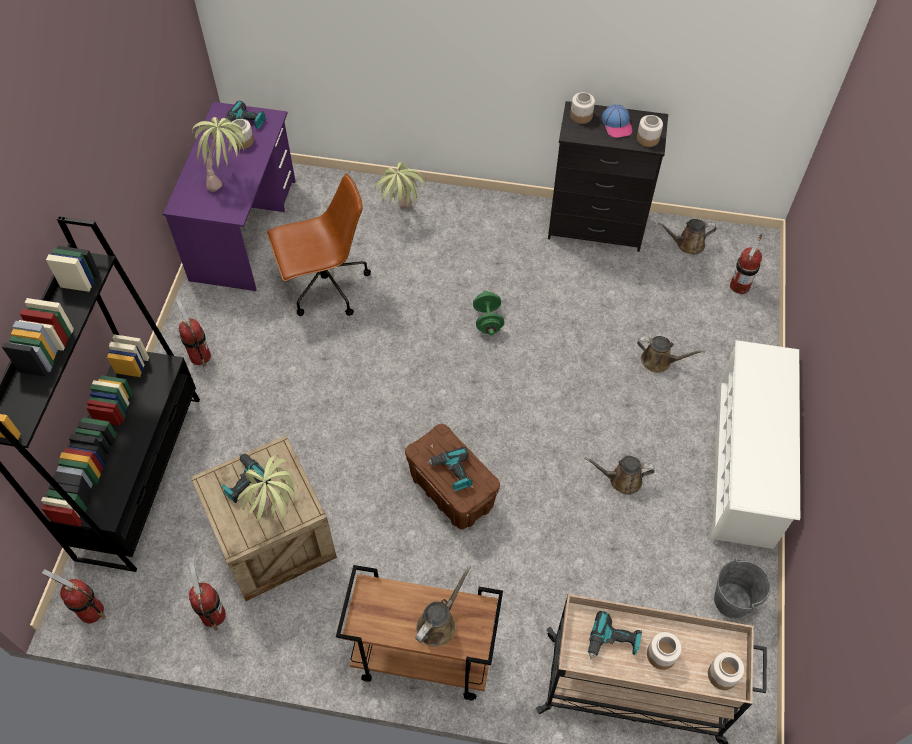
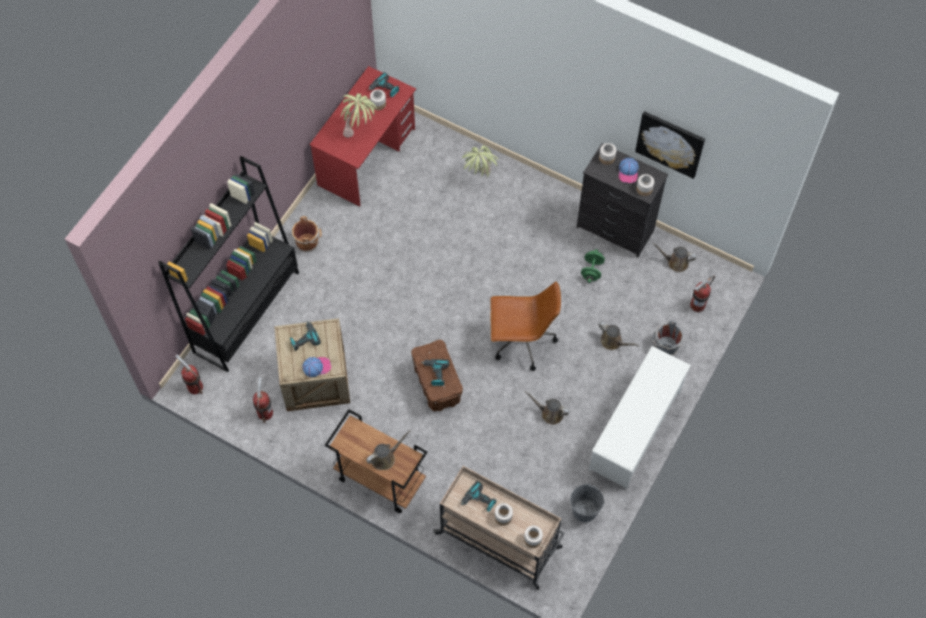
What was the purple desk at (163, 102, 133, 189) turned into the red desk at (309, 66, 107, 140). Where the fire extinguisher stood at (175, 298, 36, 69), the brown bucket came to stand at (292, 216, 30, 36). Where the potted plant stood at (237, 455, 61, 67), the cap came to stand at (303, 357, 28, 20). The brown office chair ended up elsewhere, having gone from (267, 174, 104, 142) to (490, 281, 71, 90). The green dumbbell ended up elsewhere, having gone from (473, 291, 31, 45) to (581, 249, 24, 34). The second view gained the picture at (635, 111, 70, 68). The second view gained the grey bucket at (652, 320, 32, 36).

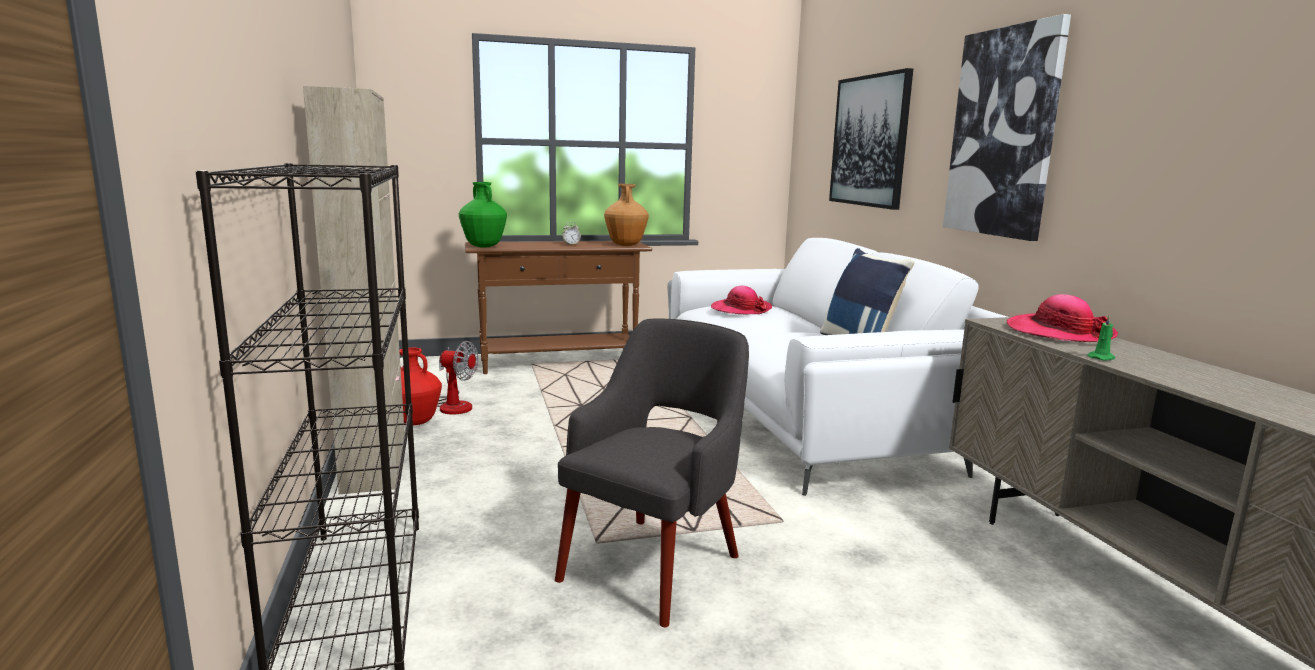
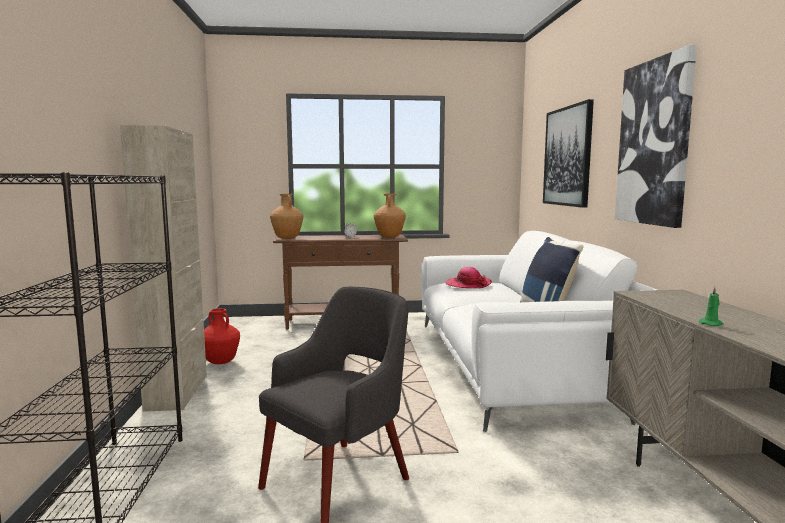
The second view lost the fan at (437, 341, 41, 74). What was the green vase at (459, 182, 48, 66) turned into the brown vase at (270, 194, 33, 45). The second view lost the hat at (1007, 294, 111, 48).

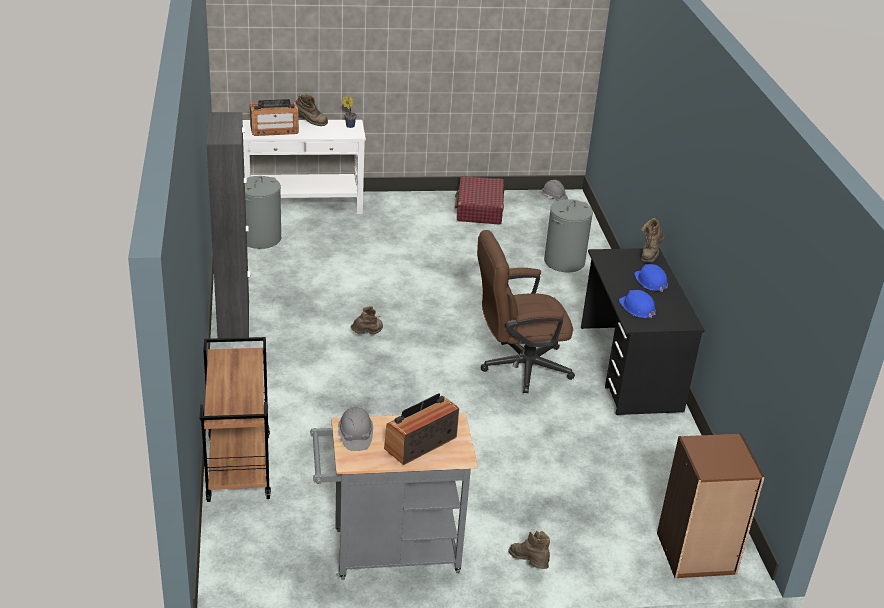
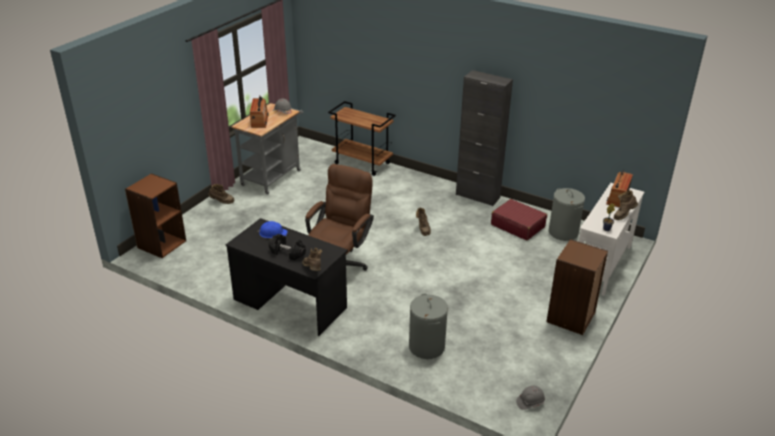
The red suitcase ended up elsewhere, having gone from (455, 176, 49, 48) to (491, 199, 56, 41). Where the blue hard hat stood at (634, 264, 34, 28), the black dumbbell came to stand at (269, 234, 37, 26). The second view gained the brown bookcase at (546, 239, 62, 96).

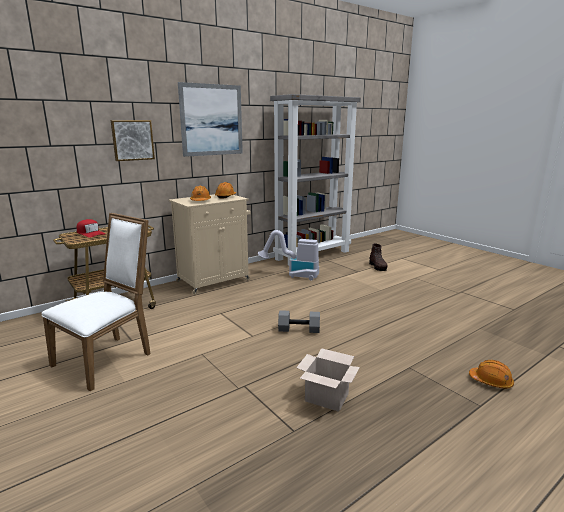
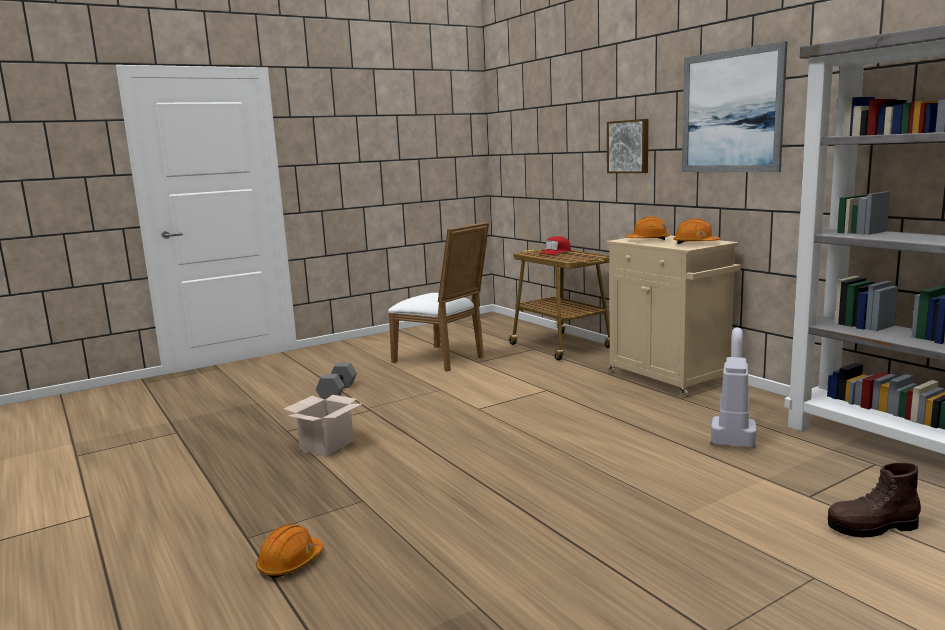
The grey dumbbell ended up elsewhere, having gone from (278, 310, 42, 23) to (316, 362, 41, 38).

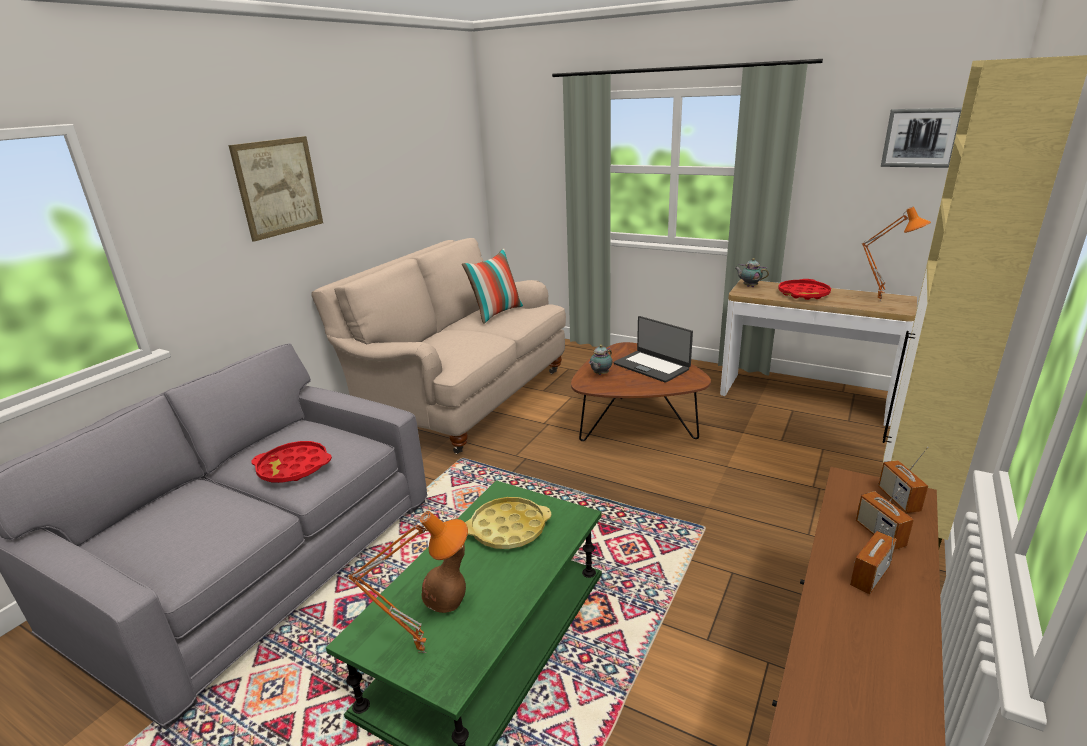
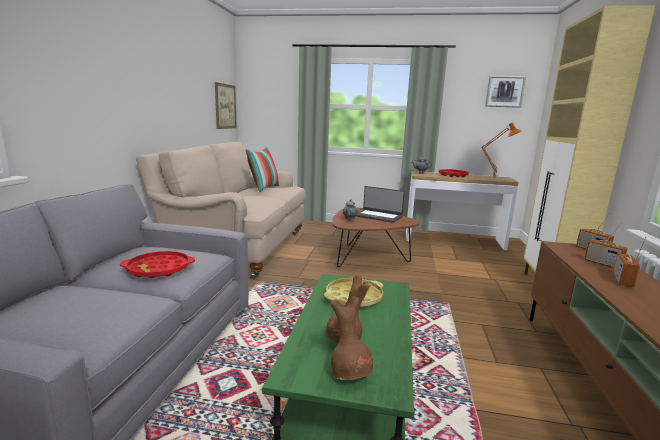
The picture ended up elsewhere, having gone from (229, 136, 94, 106) to (215, 82, 22, 47). Where the orange table lamp stood at (347, 511, 121, 142), the brown vase came to stand at (330, 296, 43, 84).

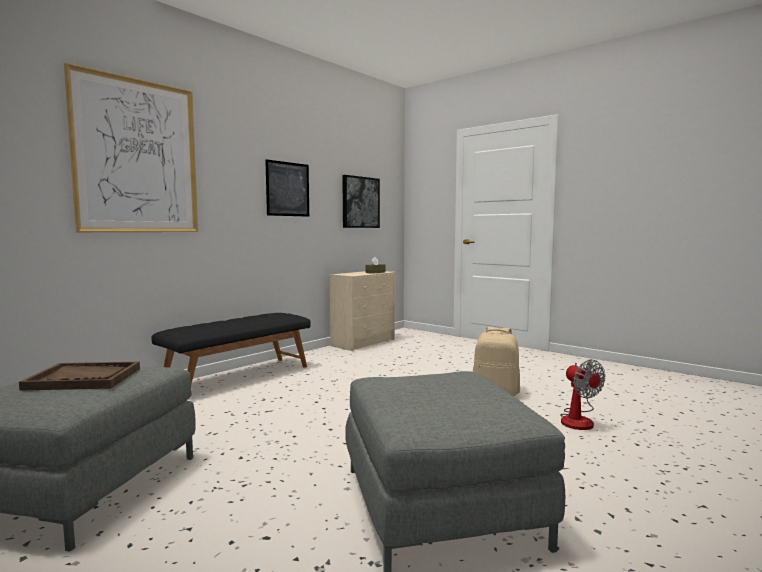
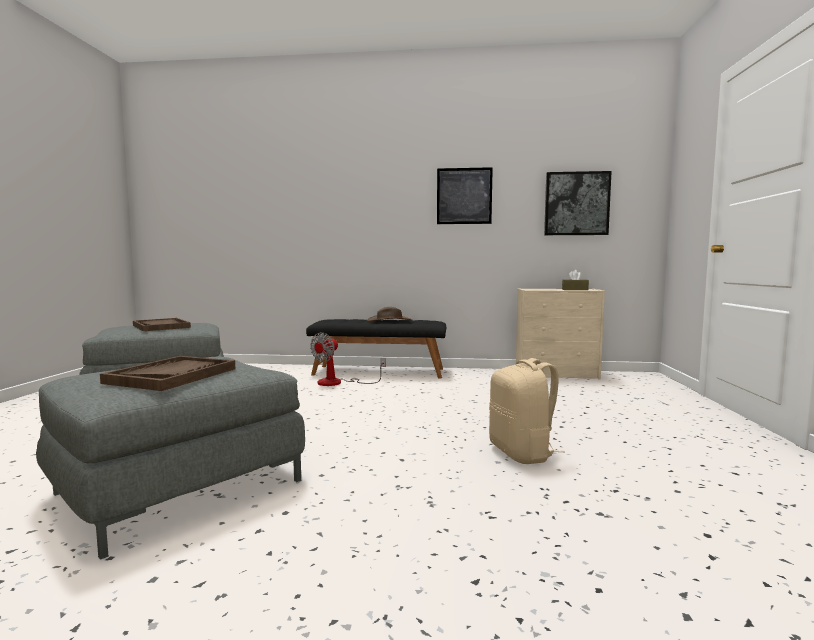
The second view lost the picture at (64, 63, 134, 169). The fan ended up elsewhere, having gone from (560, 359, 46, 71) to (310, 332, 76, 54). The second view gained the brown tray at (100, 356, 135, 35). The second view gained the brown hat at (367, 307, 45, 14).

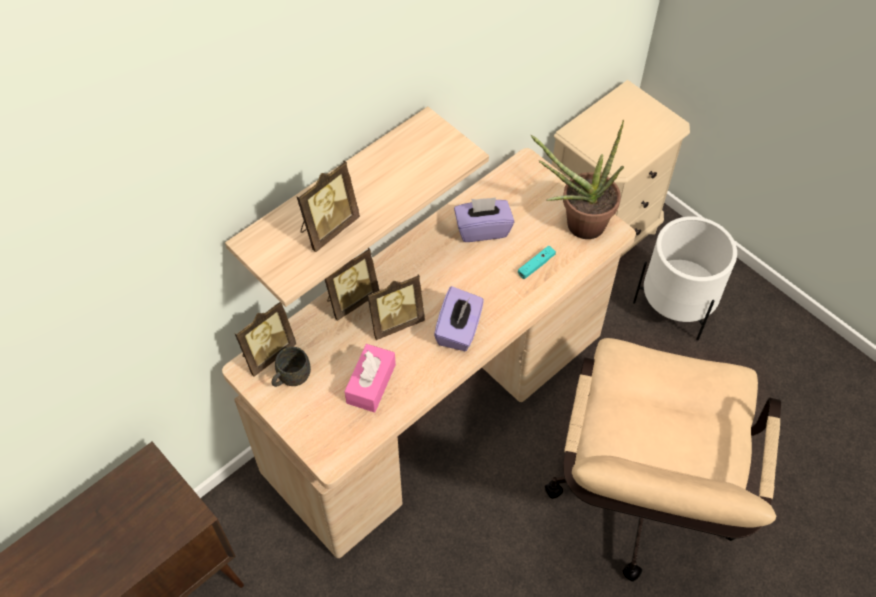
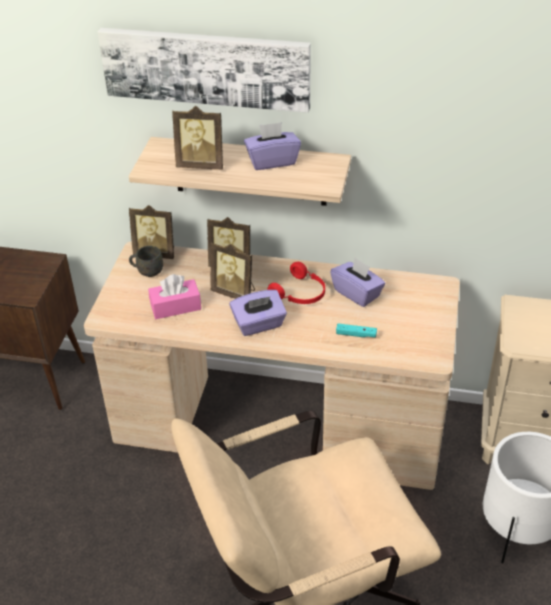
The second view lost the potted plant at (531, 120, 93, 119). The second view gained the picture at (98, 28, 213, 85). The second view gained the purple tissue box at (244, 122, 57, 48). The second view gained the red headphones at (267, 262, 58, 42).

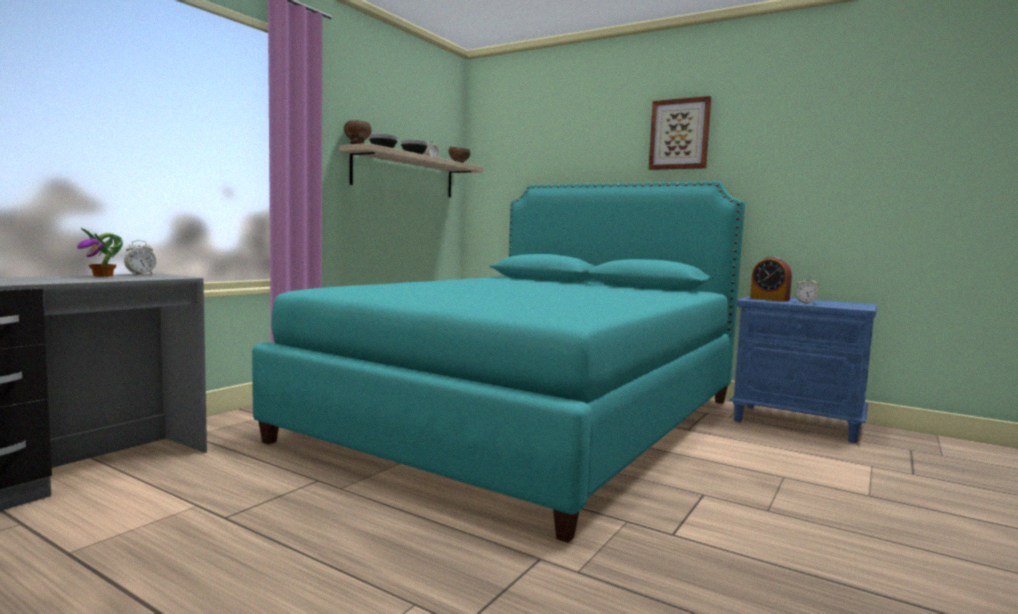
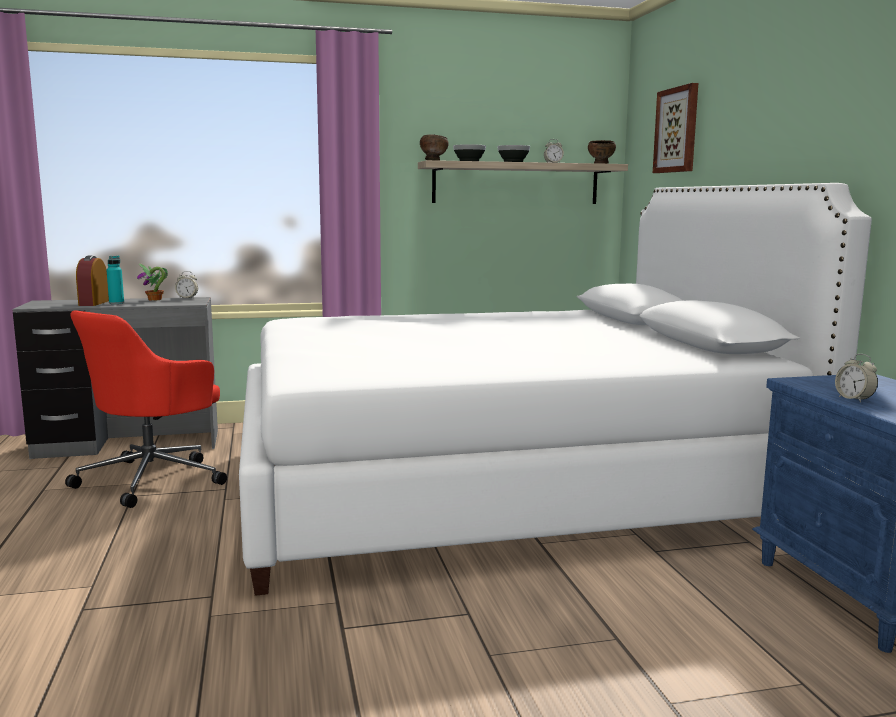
What was the turquoise bed at (252, 181, 493, 362) turned into the white bed at (239, 183, 633, 413). The picture ended up elsewhere, having gone from (649, 96, 62, 74) to (653, 83, 45, 90). The alarm clock ended up elsewhere, having gone from (750, 256, 42, 45) to (76, 256, 33, 50). The second view gained the red office chair at (65, 310, 162, 198). The second view gained the turquoise bottle at (106, 256, 18, 48).

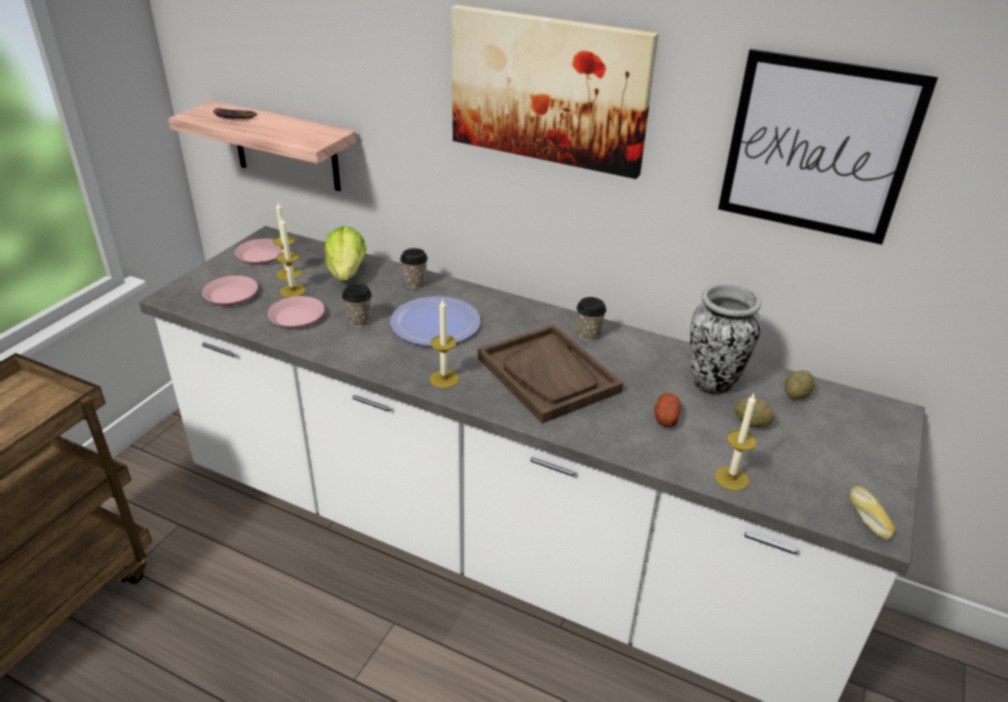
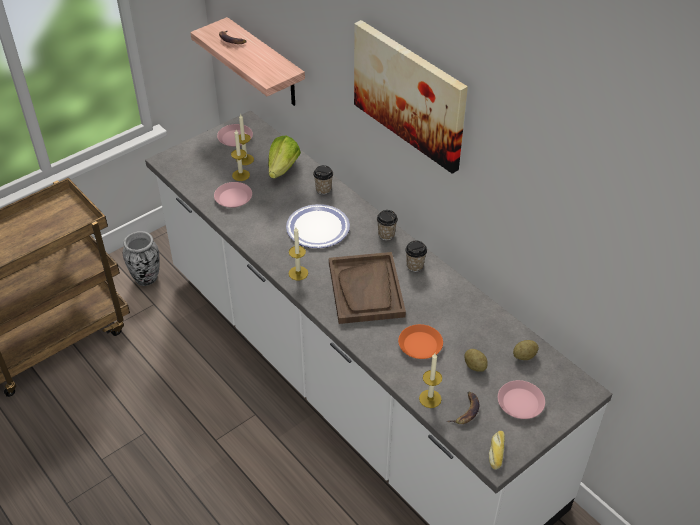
The pink plate ended up elsewhere, having gone from (202, 276, 56, 30) to (498, 380, 47, 39). The cup ended up elsewhere, having gone from (342, 284, 30, 43) to (377, 210, 21, 30). Where the potato stood at (654, 393, 27, 34), the orange plate came to stand at (398, 324, 45, 35). The vase ended up elsewhere, having gone from (690, 283, 72, 112) to (123, 231, 36, 55). The second view lost the picture at (718, 49, 220, 196). The second view gained the banana at (447, 392, 33, 32).

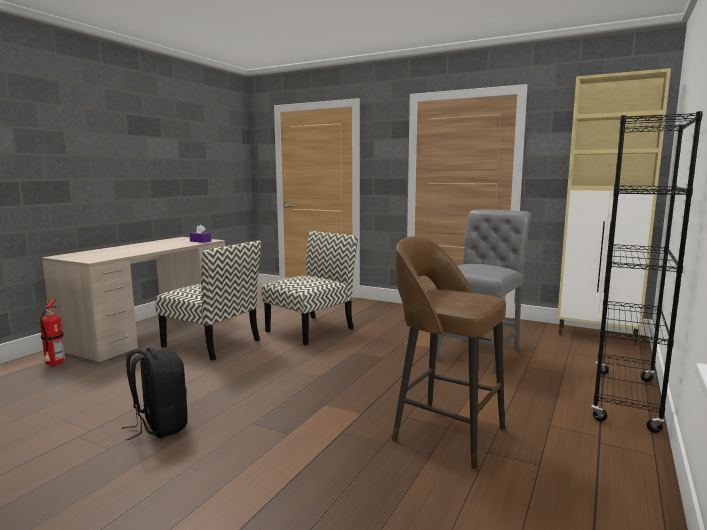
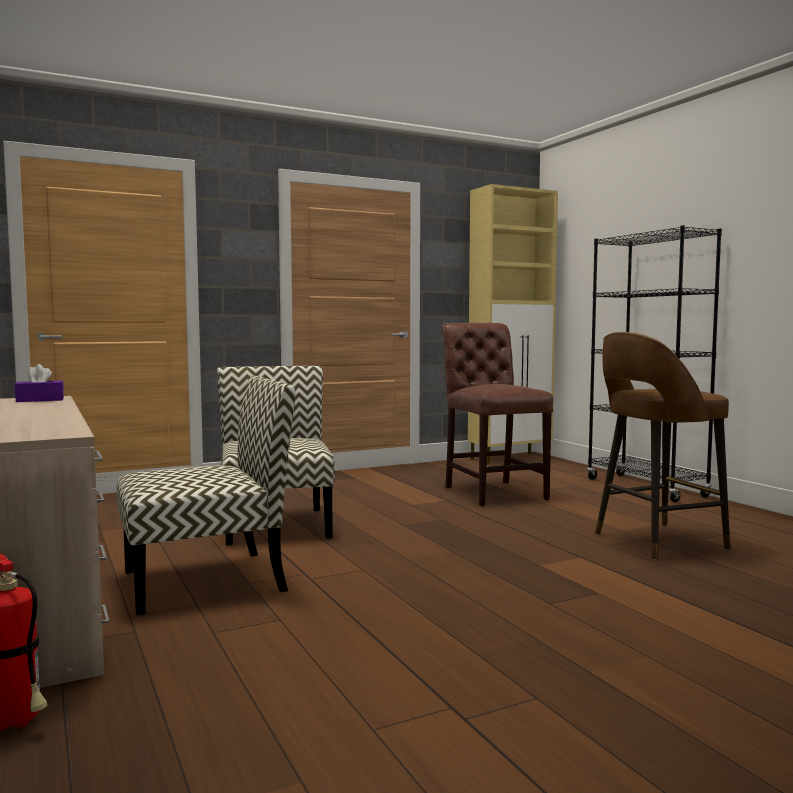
The second view lost the black backpack at (122, 348, 65, 93). What was the grey chair at (436, 209, 95, 165) turned into the brown chair at (441, 323, 112, 183).

